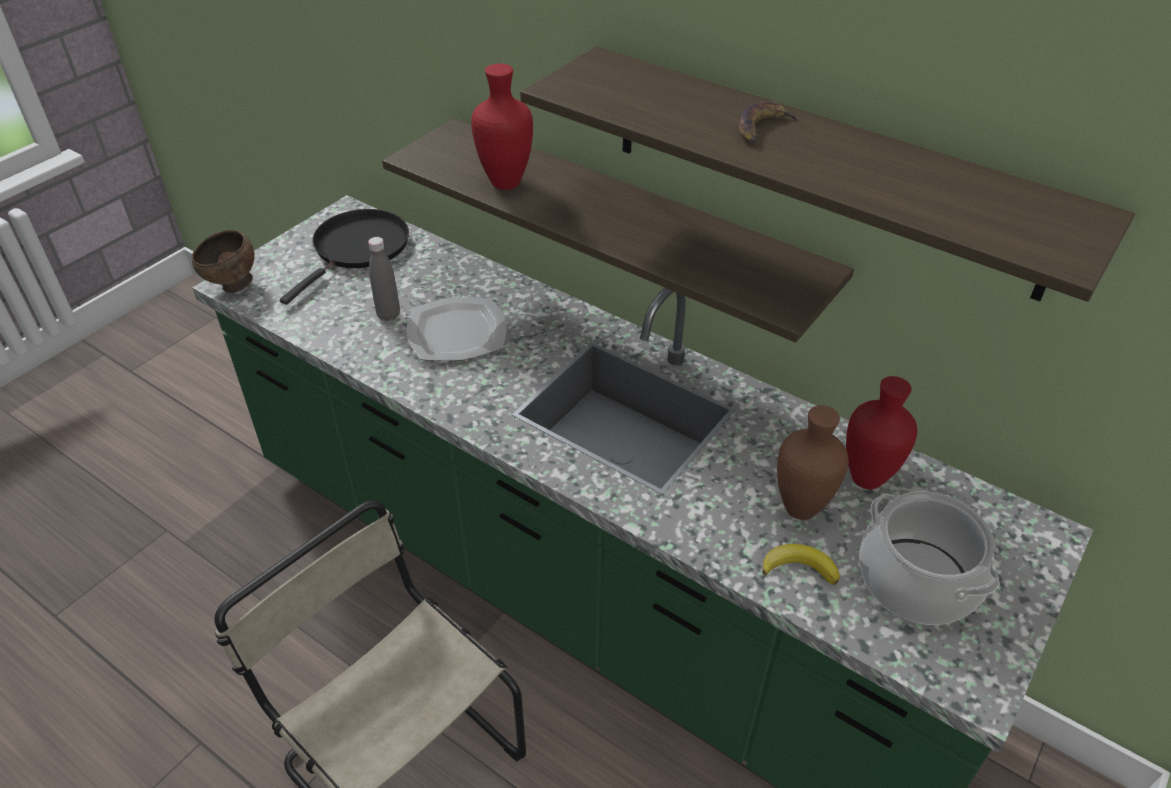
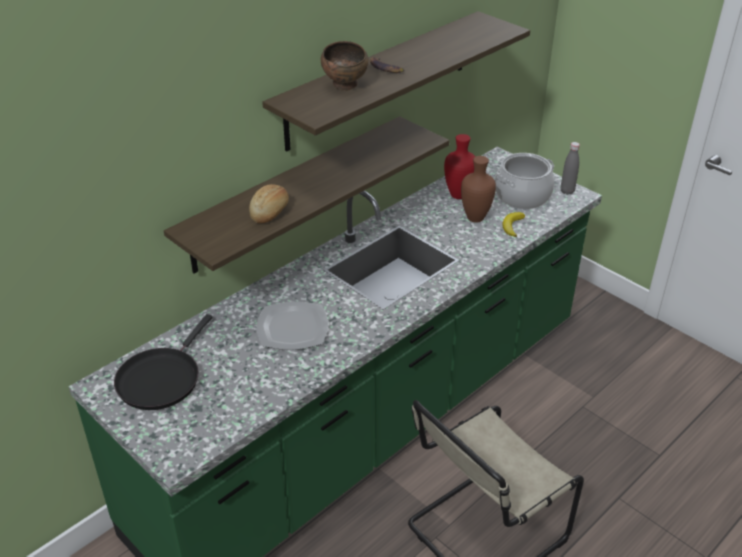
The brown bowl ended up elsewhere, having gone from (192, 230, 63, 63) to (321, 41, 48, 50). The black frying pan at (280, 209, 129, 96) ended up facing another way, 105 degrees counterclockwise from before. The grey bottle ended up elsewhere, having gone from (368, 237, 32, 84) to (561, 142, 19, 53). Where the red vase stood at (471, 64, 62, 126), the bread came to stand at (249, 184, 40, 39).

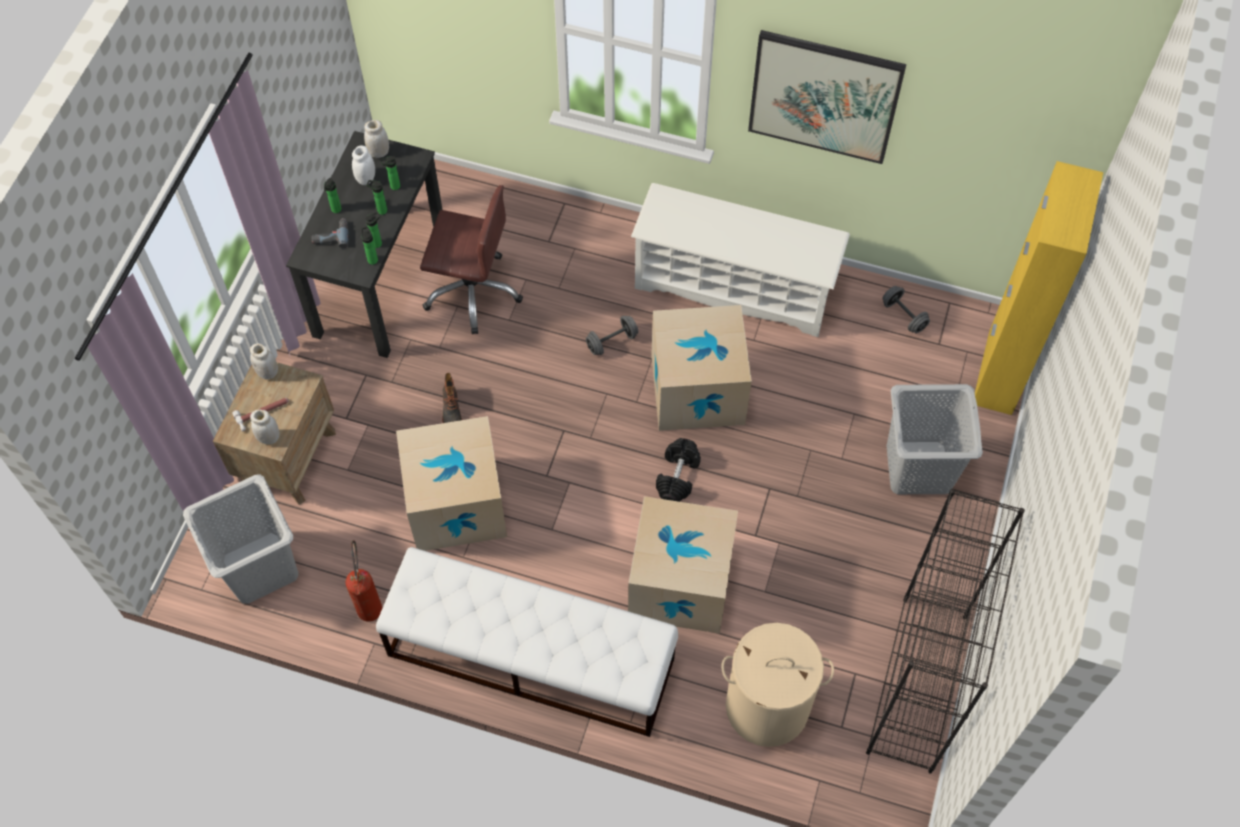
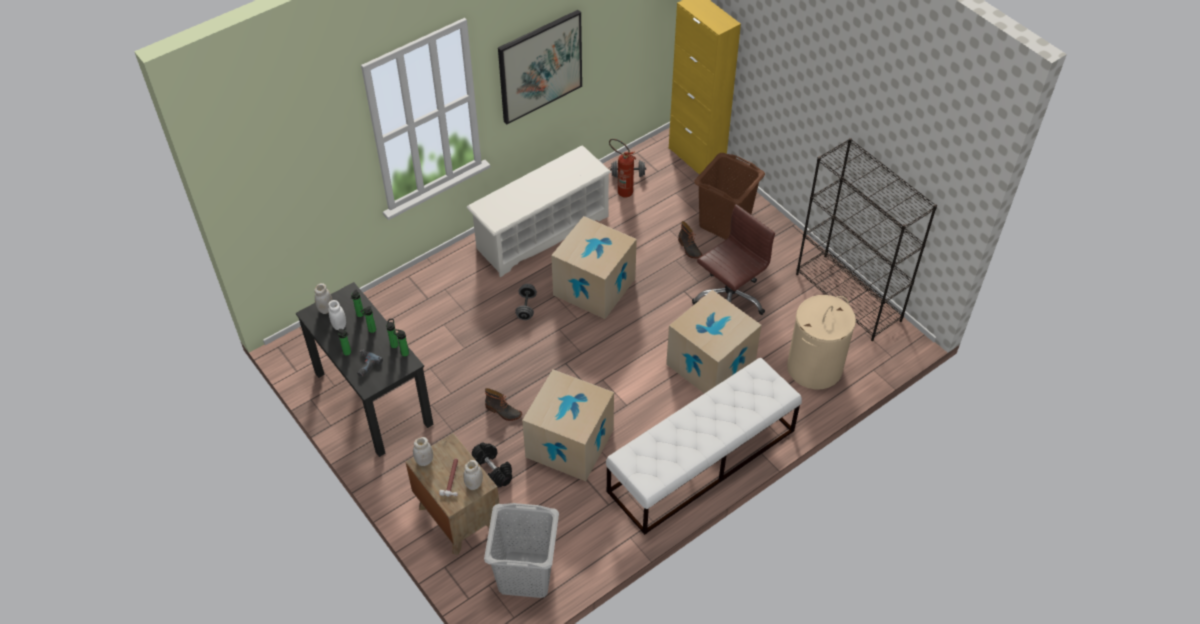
The fire extinguisher ended up elsewhere, having gone from (346, 540, 36, 81) to (609, 139, 28, 59). The brown office chair ended up elsewhere, having gone from (420, 185, 103, 149) to (692, 204, 83, 111). The black dumbbell ended up elsewhere, having gone from (656, 438, 45, 64) to (472, 443, 40, 44). What was the grey laundry basket at (886, 384, 97, 110) turned into the brown laundry basket at (694, 153, 71, 87). The second view gained the boot at (678, 221, 25, 38).

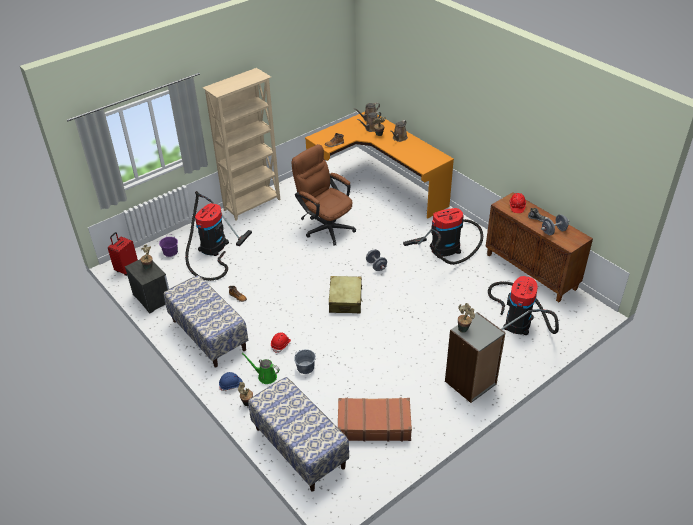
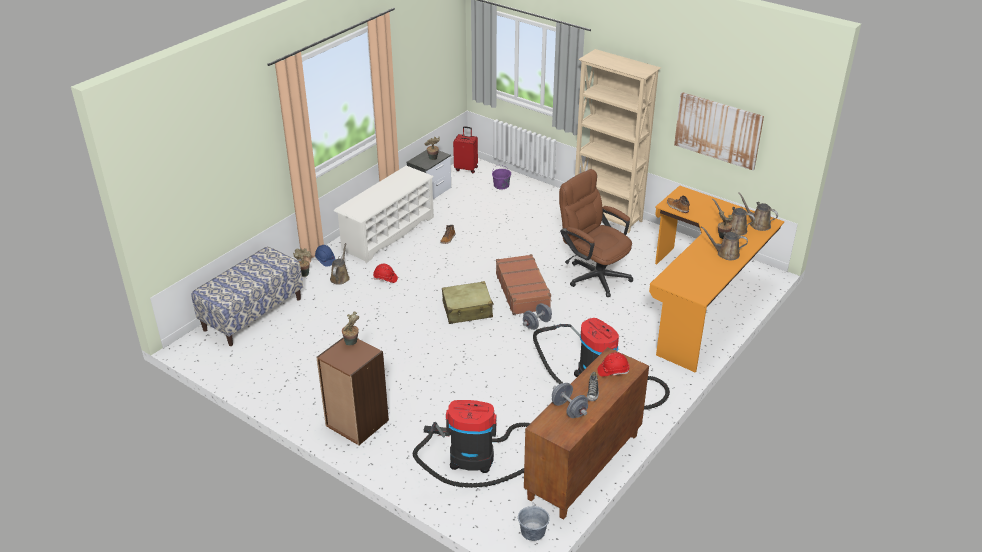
Where the bench stood at (164, 275, 84, 93), the white shoe rack came to stand at (334, 166, 100, 97). The second view lost the vacuum cleaner at (185, 191, 67, 90). What was the green watering can at (241, 353, 39, 31) turned into the brown watering can at (330, 243, 20, 42). The brown office chair at (292, 144, 64, 102) ended up facing another way, 75 degrees counterclockwise from before. The grey bucket ended up elsewhere, having gone from (294, 349, 22, 25) to (518, 502, 32, 39). The brown suitcase ended up elsewhere, having gone from (338, 398, 74, 43) to (496, 254, 55, 61). What was the grey bookcase at (445, 312, 60, 91) turned into the brown bookcase at (316, 337, 73, 109). The second view gained the picture at (674, 92, 90, 78).

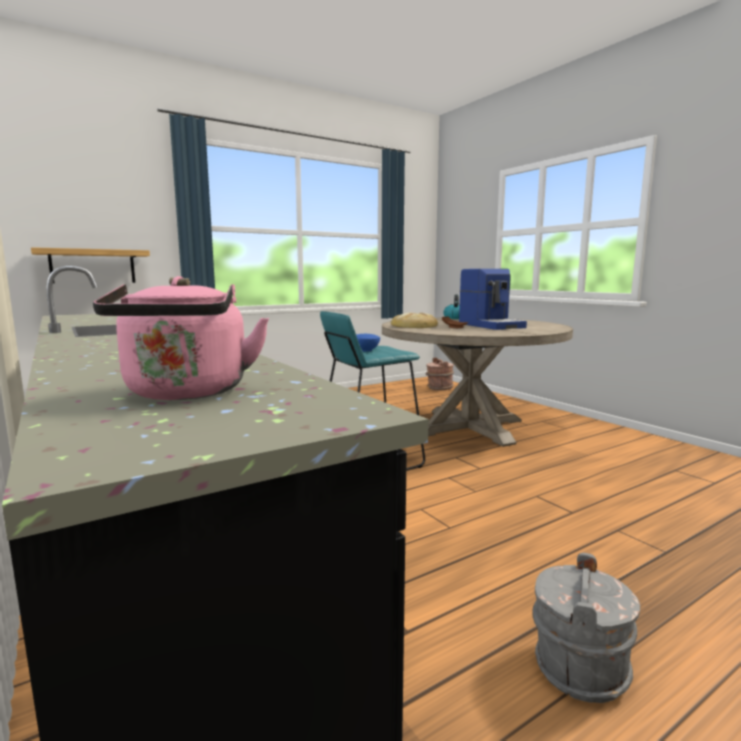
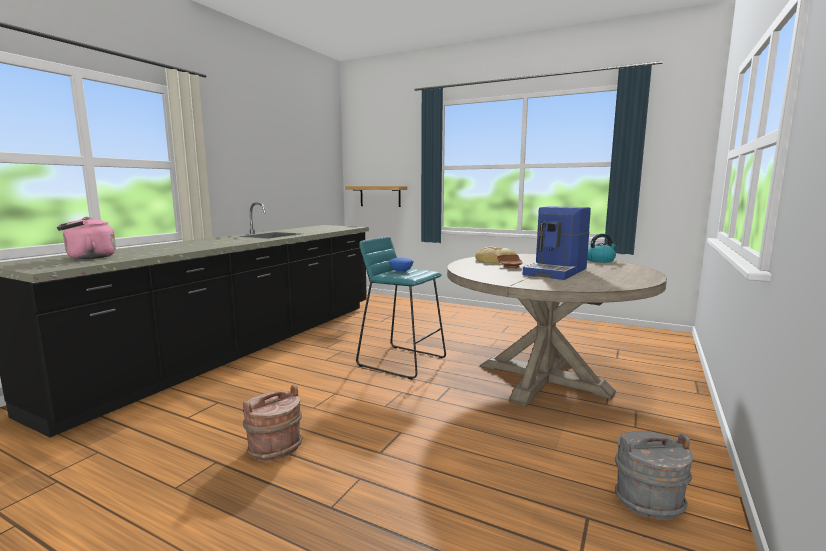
The brown bucket ended up elsewhere, having gone from (426, 357, 28, 34) to (242, 385, 61, 76). The grey bucket ended up elsewhere, having gone from (532, 553, 108, 150) to (615, 431, 78, 89).

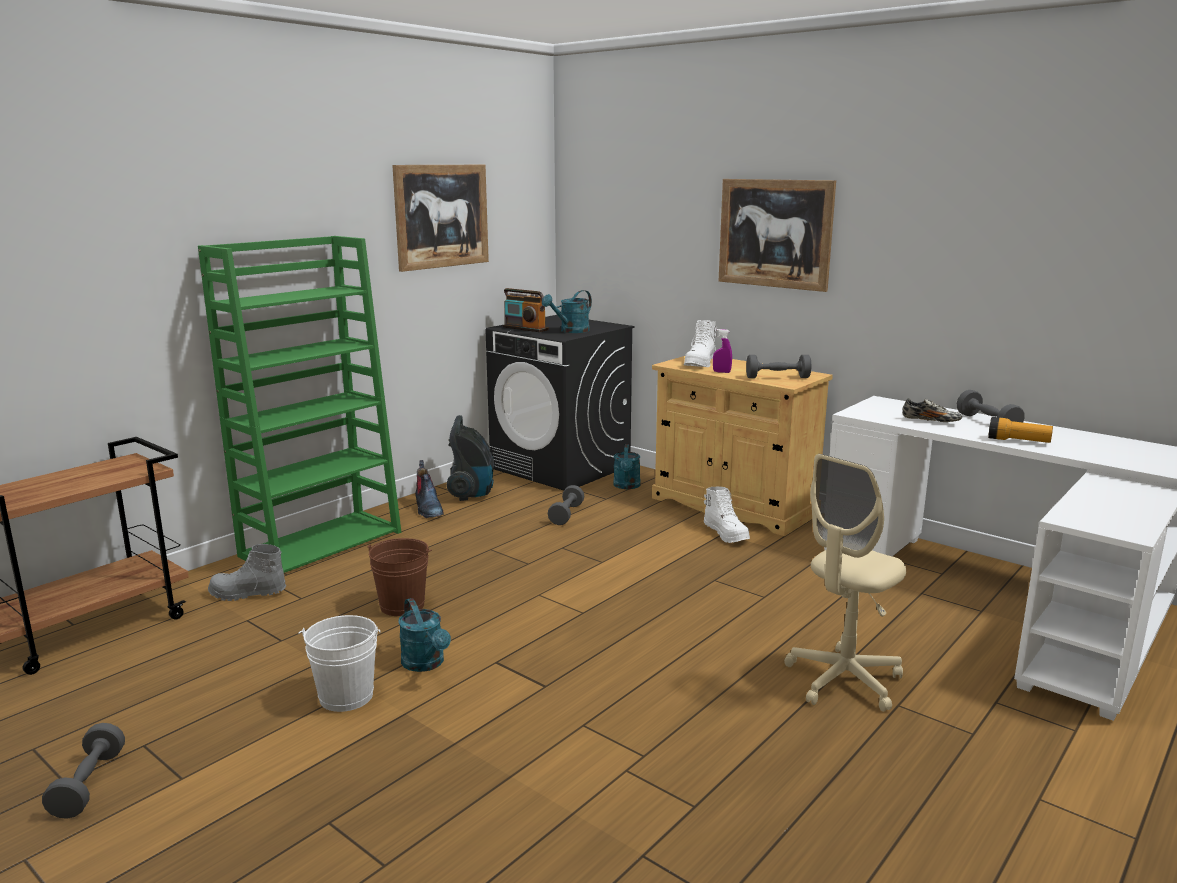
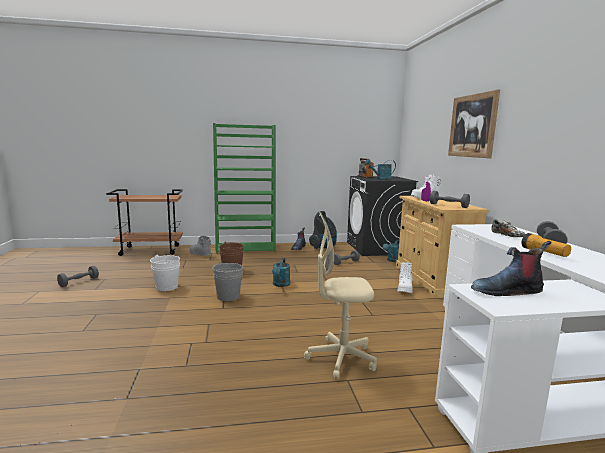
The second view lost the picture at (392, 165, 97, 107). The turquoise watering can ended up elsewhere, having gone from (398, 598, 53, 74) to (272, 258, 18, 29). The second view gained the grey bucket at (212, 262, 31, 39). The second view gained the boot at (471, 241, 80, 55).

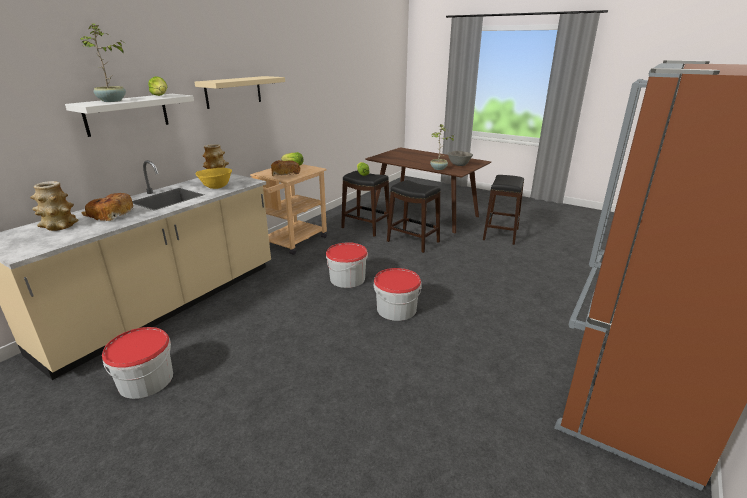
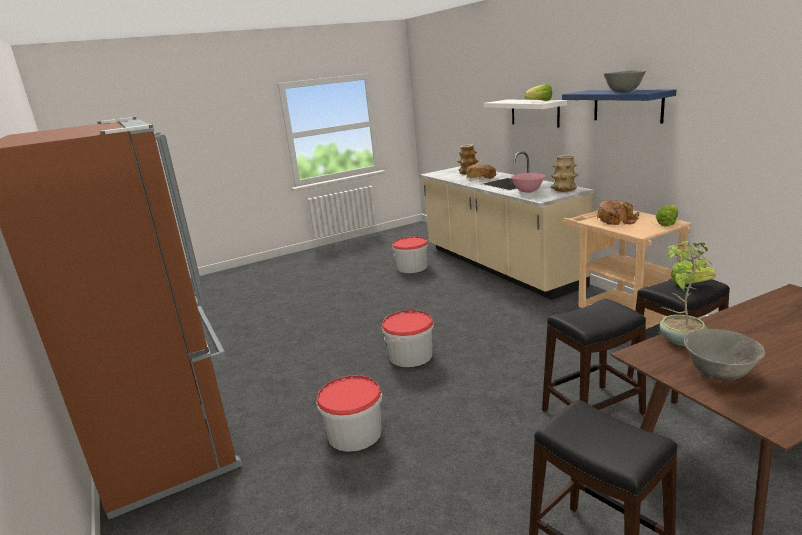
The second view lost the potted plant at (80, 24, 46, 78). What was the beige shelf at (194, 76, 91, 33) turned into the blue shelf at (562, 89, 114, 35). What was the yellow bowl at (195, 168, 37, 21) turned into the pink bowl at (511, 173, 34, 20). The bucket ended up elsewhere, having gone from (326, 242, 42, 46) to (316, 375, 66, 77). The second view gained the grey bowl at (604, 70, 42, 22).

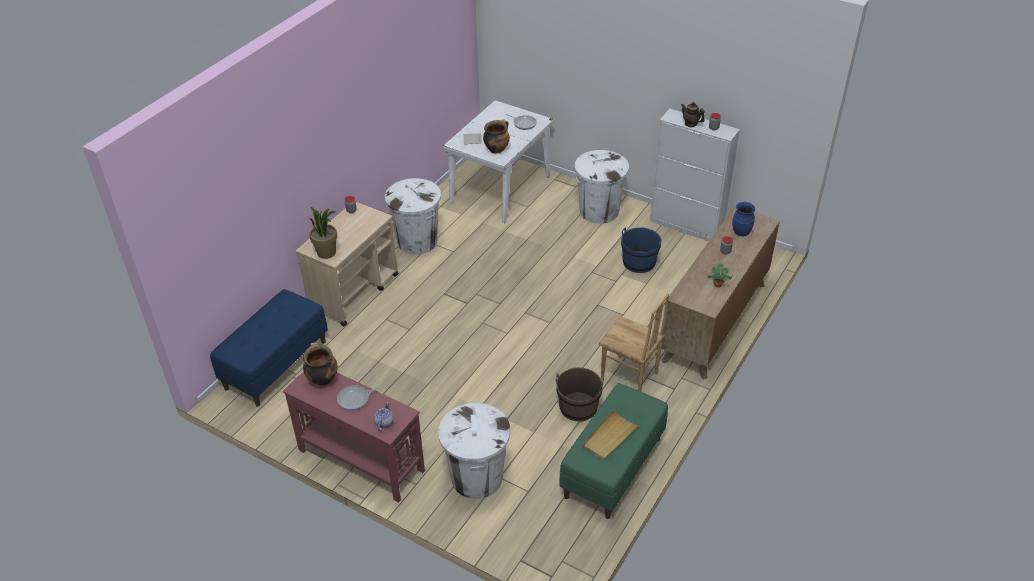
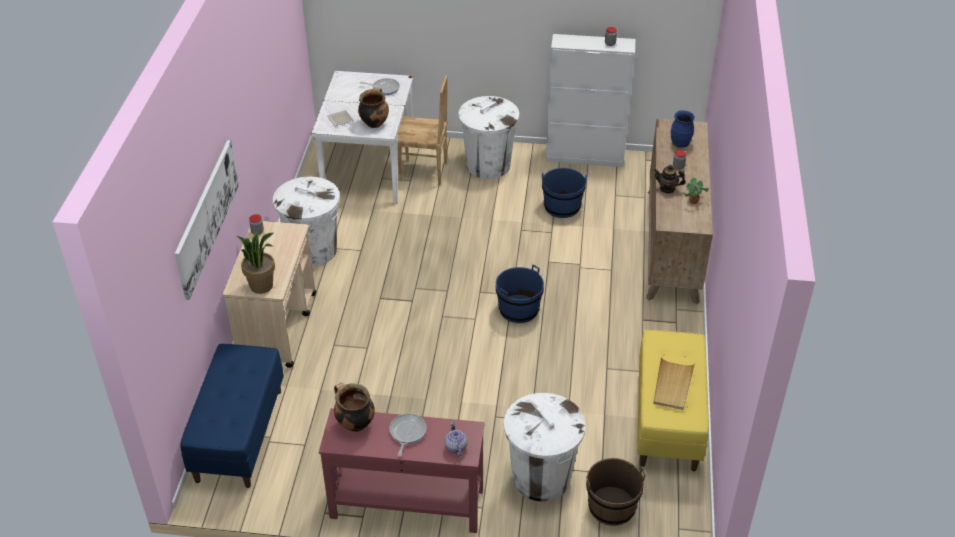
The frying pan at (337, 385, 46, 26) ended up facing another way, 150 degrees clockwise from before. The brown bucket ended up elsewhere, having gone from (556, 367, 48, 55) to (586, 458, 59, 68). What was the green bench at (559, 383, 109, 136) turned into the yellow bench at (637, 330, 72, 141). The brown chair ended up elsewhere, having gone from (599, 293, 70, 98) to (398, 75, 50, 110). The teapot ended up elsewhere, having gone from (681, 102, 24, 25) to (654, 165, 32, 29). The second view gained the picture at (175, 140, 64, 160). The second view gained the blue bucket at (496, 264, 48, 59).

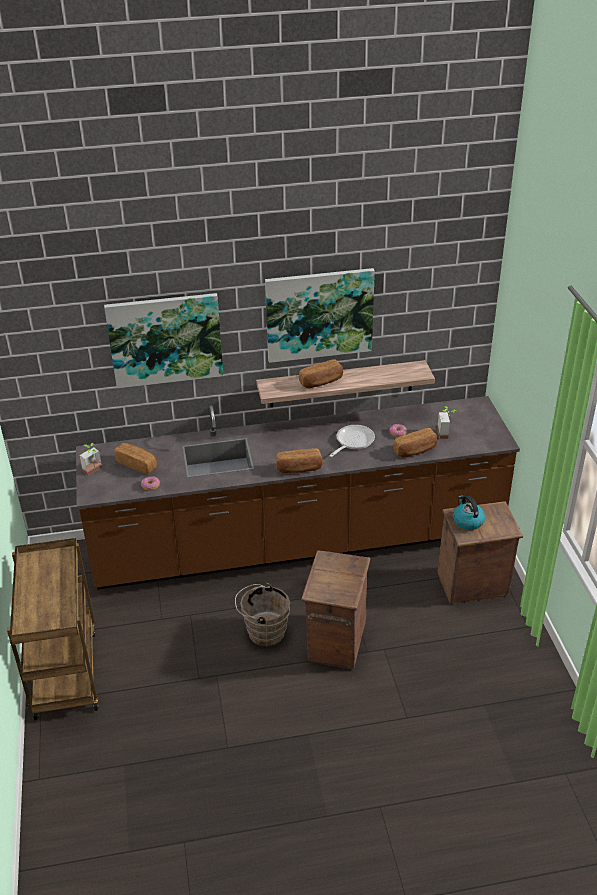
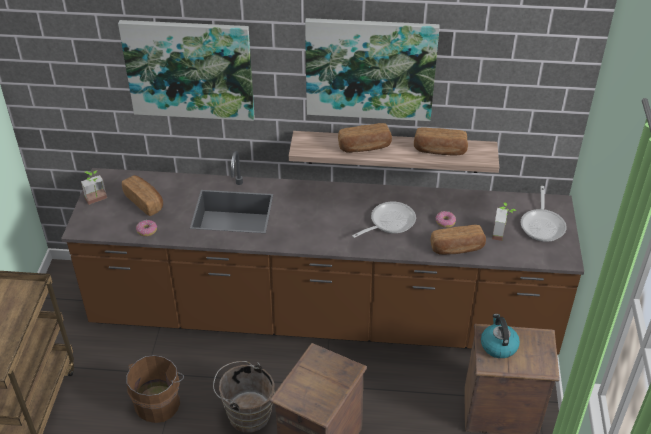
The bread ended up elsewhere, having gone from (276, 448, 47, 25) to (414, 127, 54, 29). The second view gained the brown bucket at (126, 355, 58, 68). The second view gained the frying pan at (520, 186, 47, 56).

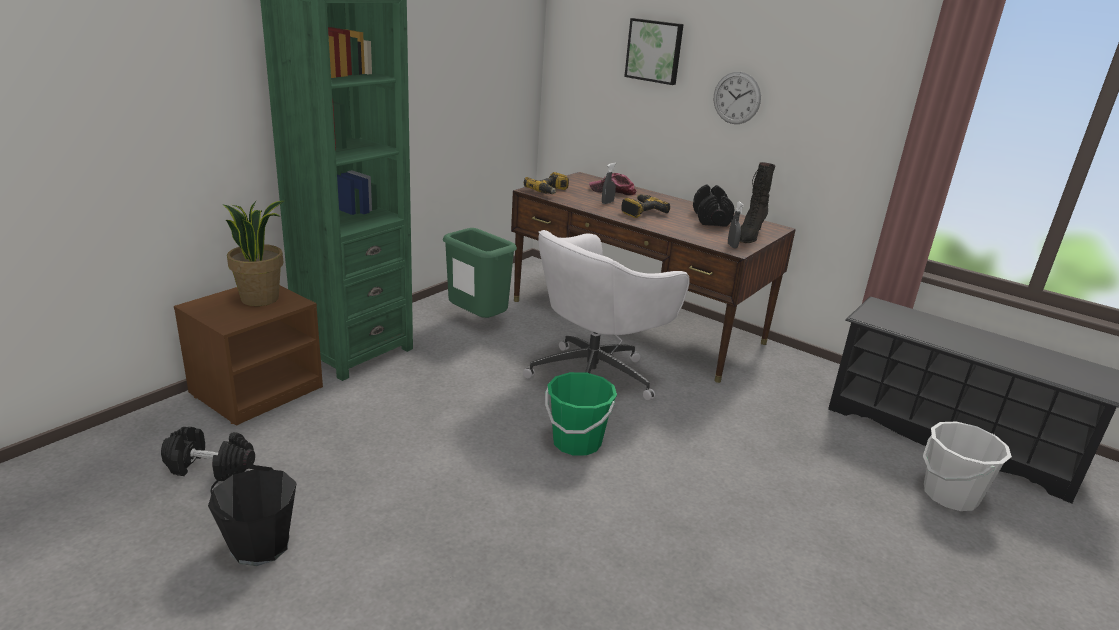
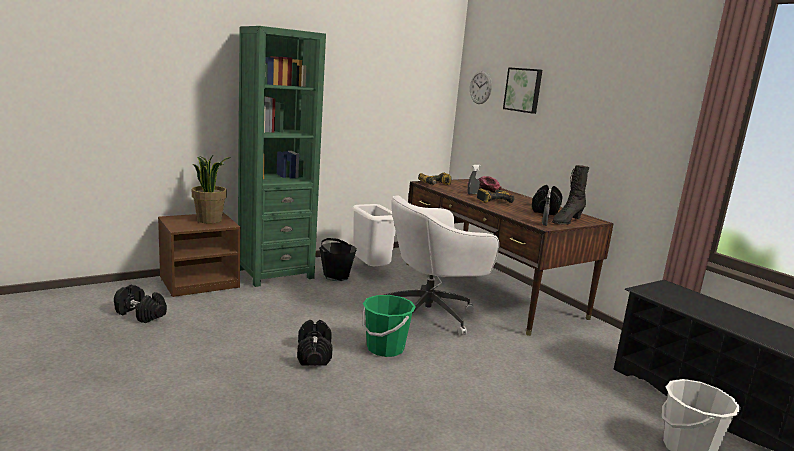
The black bucket ended up elsewhere, having gone from (208, 464, 89, 102) to (319, 238, 38, 43). What was the green trash can at (443, 228, 74, 90) turned into the white trash can at (352, 204, 44, 62). The wall clock ended up elsewhere, having gone from (714, 72, 47, 52) to (470, 71, 22, 33). The second view gained the black dumbbell at (297, 320, 36, 46).

